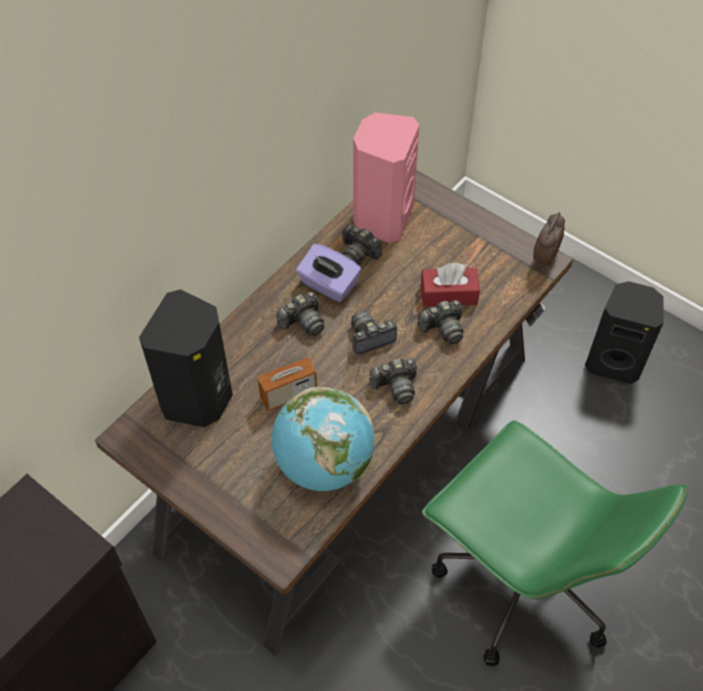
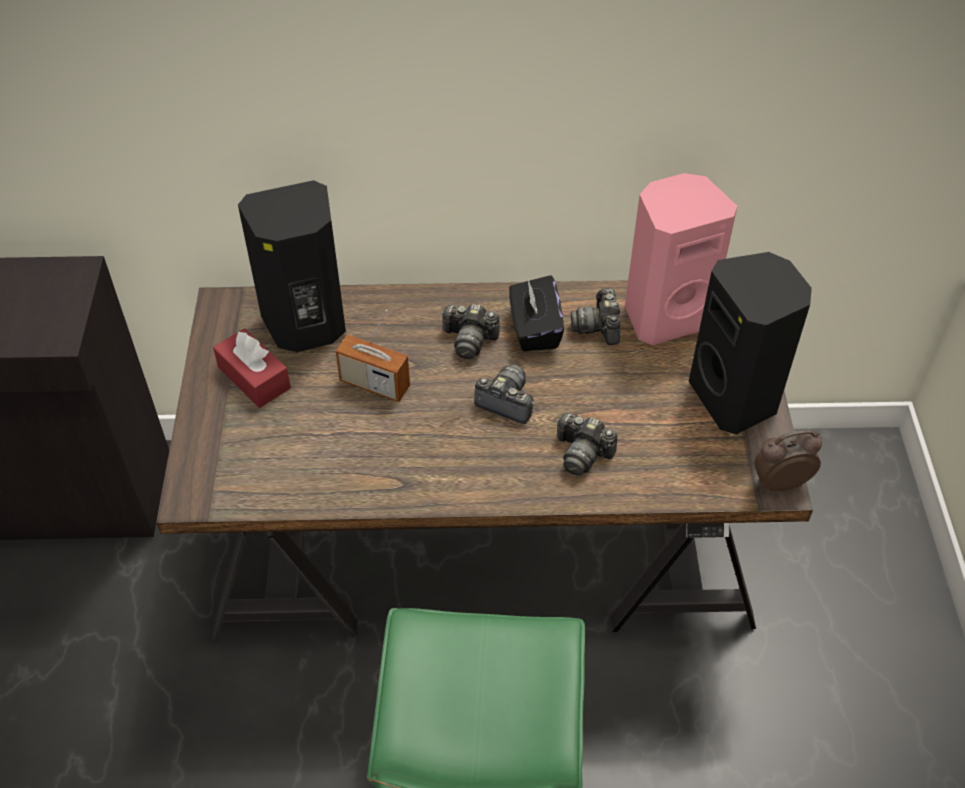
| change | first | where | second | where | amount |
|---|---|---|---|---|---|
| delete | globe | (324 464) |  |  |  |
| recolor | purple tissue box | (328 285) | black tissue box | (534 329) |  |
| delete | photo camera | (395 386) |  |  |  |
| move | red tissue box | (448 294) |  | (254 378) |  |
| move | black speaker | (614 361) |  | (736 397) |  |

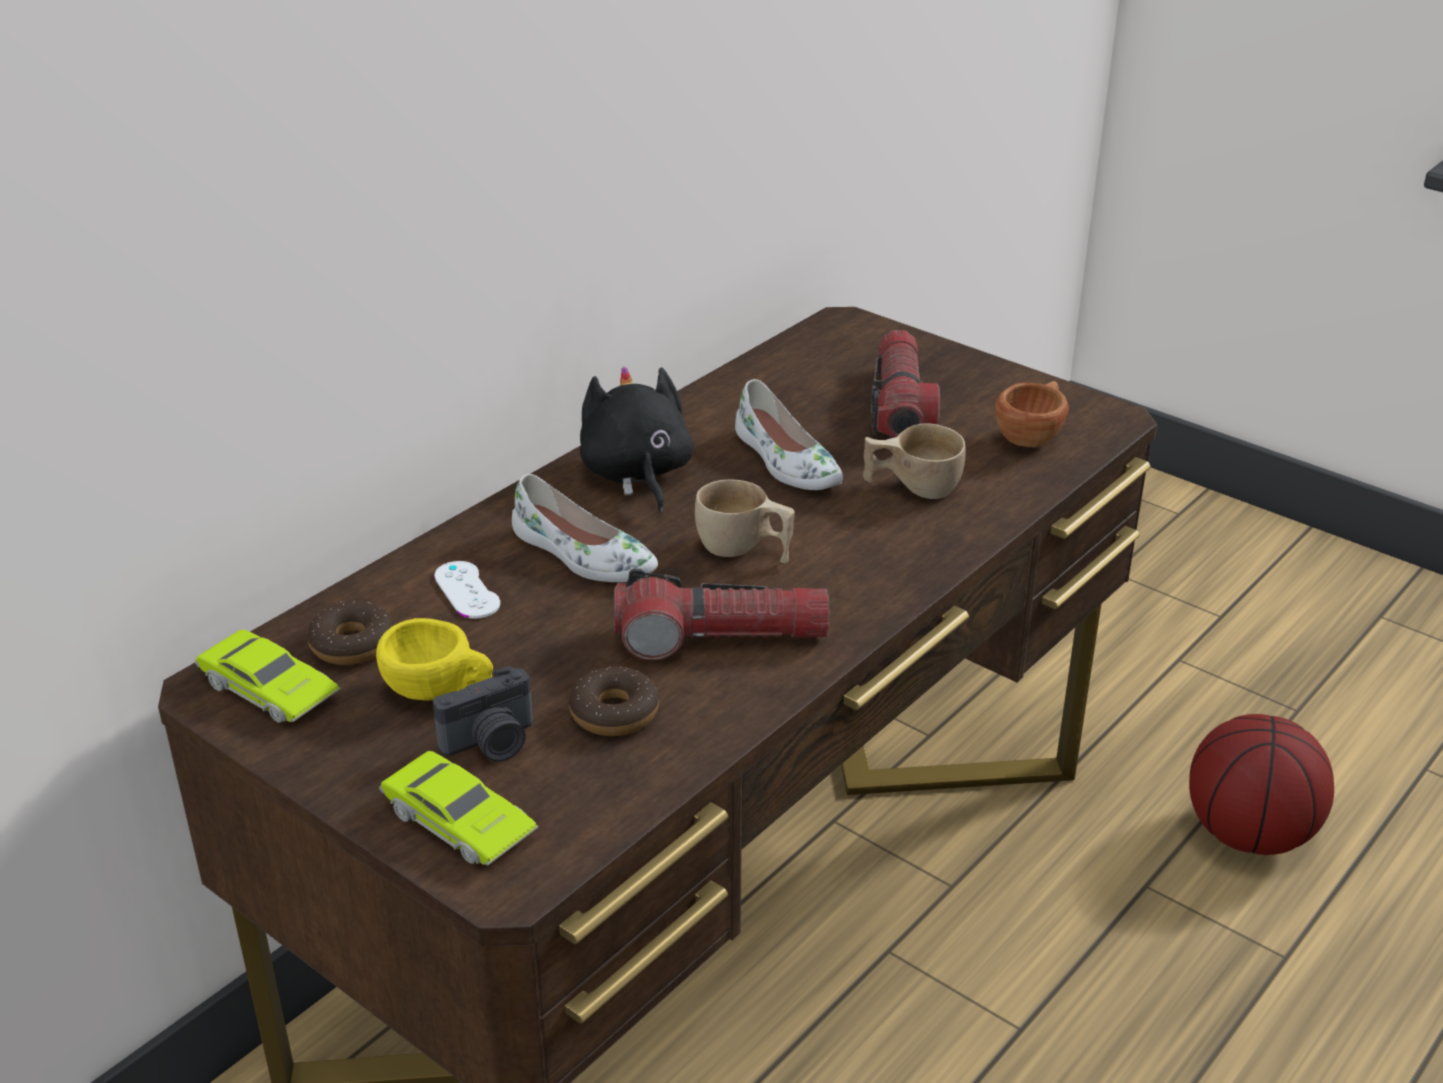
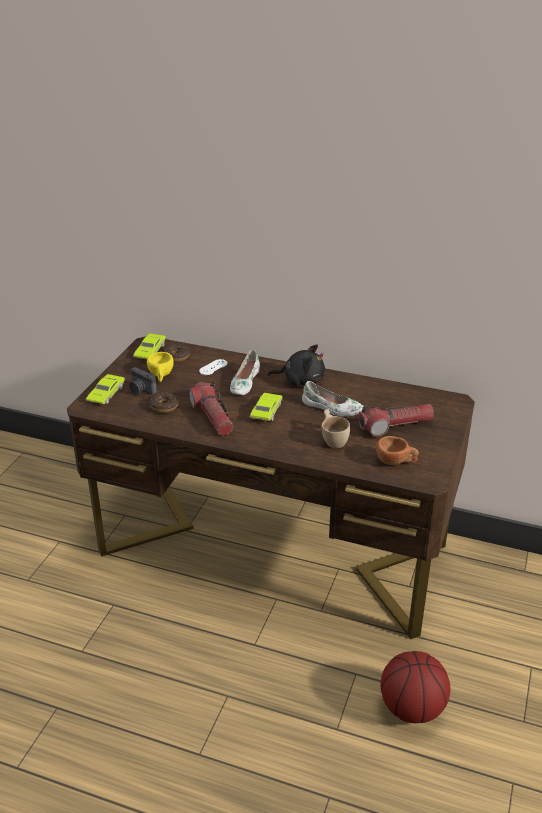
| change | first | where | second | where | amount |
|---|---|---|---|---|---|
| rotate | black plush toy | (636 474) |  | (300 380) | 45 degrees clockwise |
| replace | beige cup | (744 551) | green toy car | (266 411) |  |
| rotate | white shoe | (785 461) |  | (332 408) | 105 degrees counterclockwise |

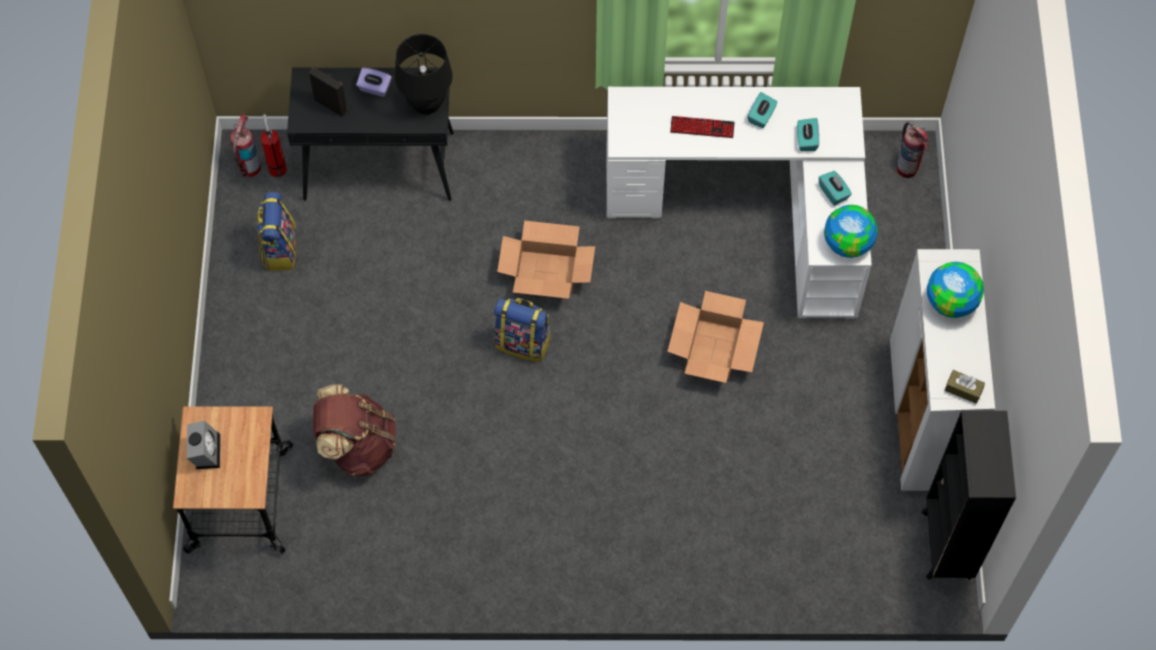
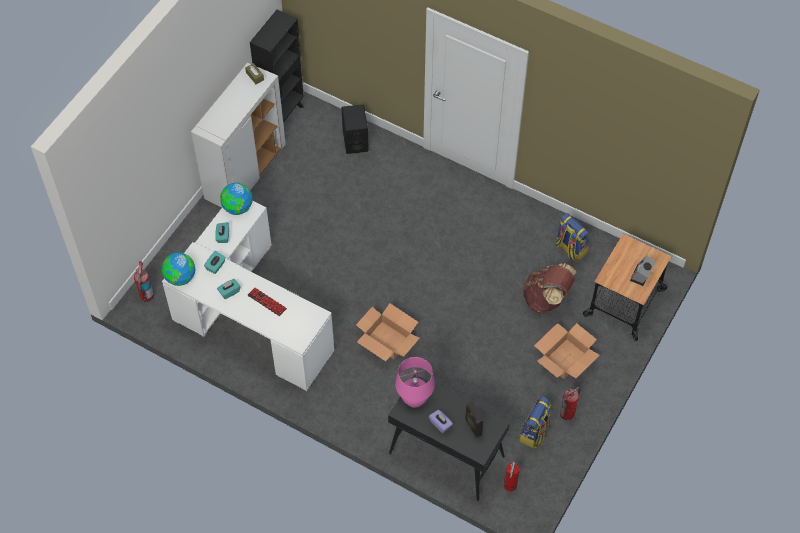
| change | first | where | second | where | amount |
|---|---|---|---|---|---|
| move | fire extinguisher | (249 168) |  | (567 414) |  |
| recolor | black table lamp | (426 102) | pink table lamp | (414 399) |  |
| move | backpack | (523 343) |  | (570 249) |  |
| move | cardboard box | (714 349) |  | (565 358) |  |
| move | globe | (950 302) |  | (180 277) |  |
| insert |  |  | black speaker | (355 140) |  |

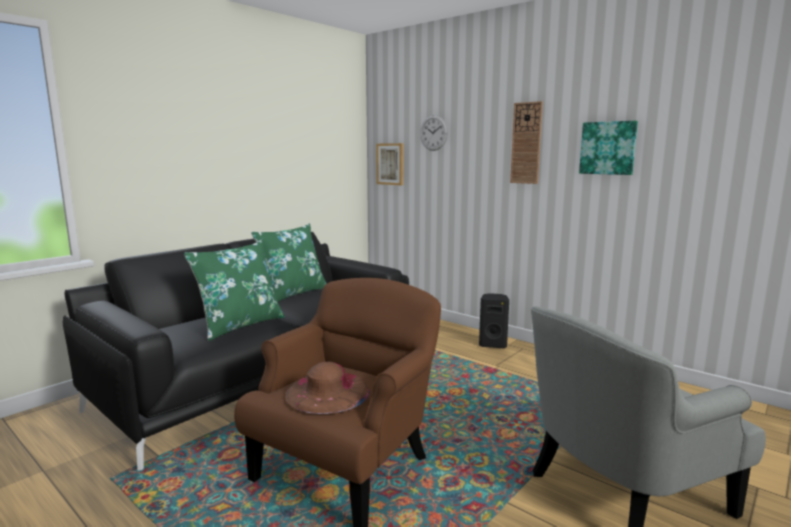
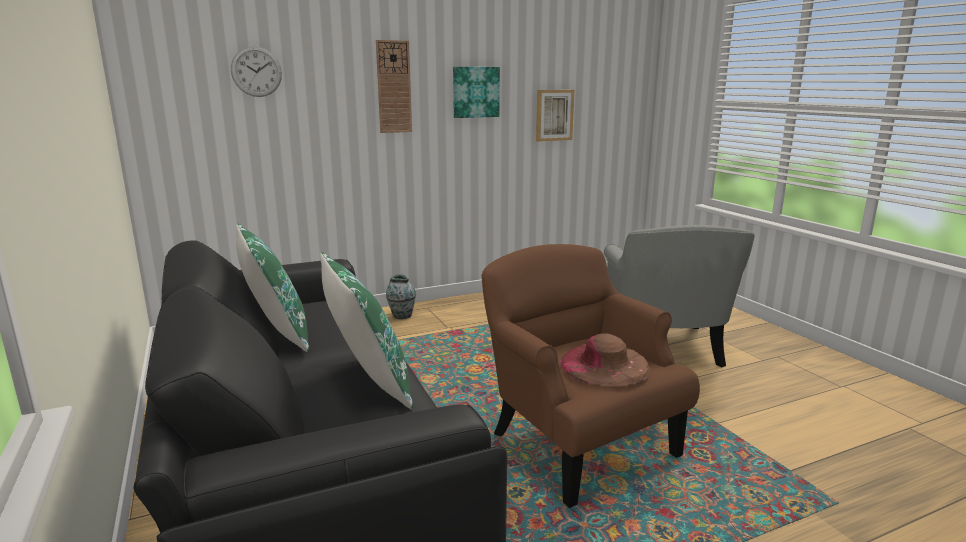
| change | first | where | second | where | amount |
|---|---|---|---|---|---|
| move | picture | (390 164) |  | (554 115) |  |
| replace | black speaker | (493 344) | vase | (401 315) |  |

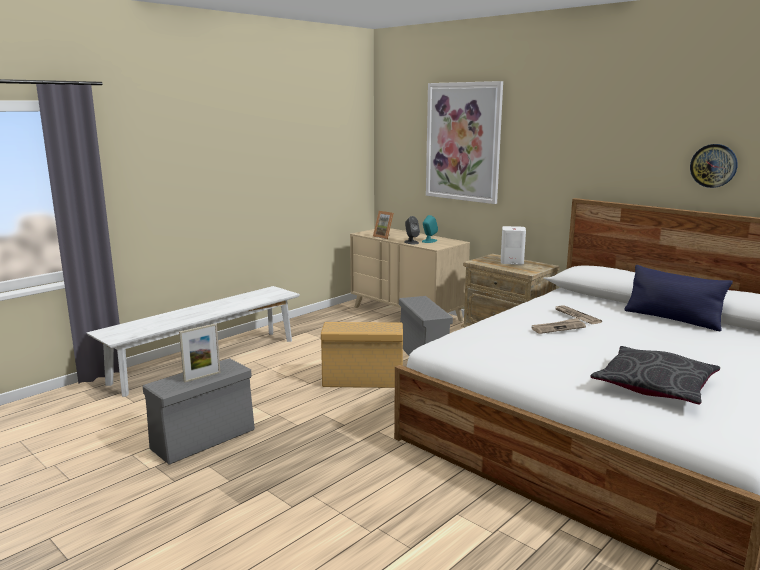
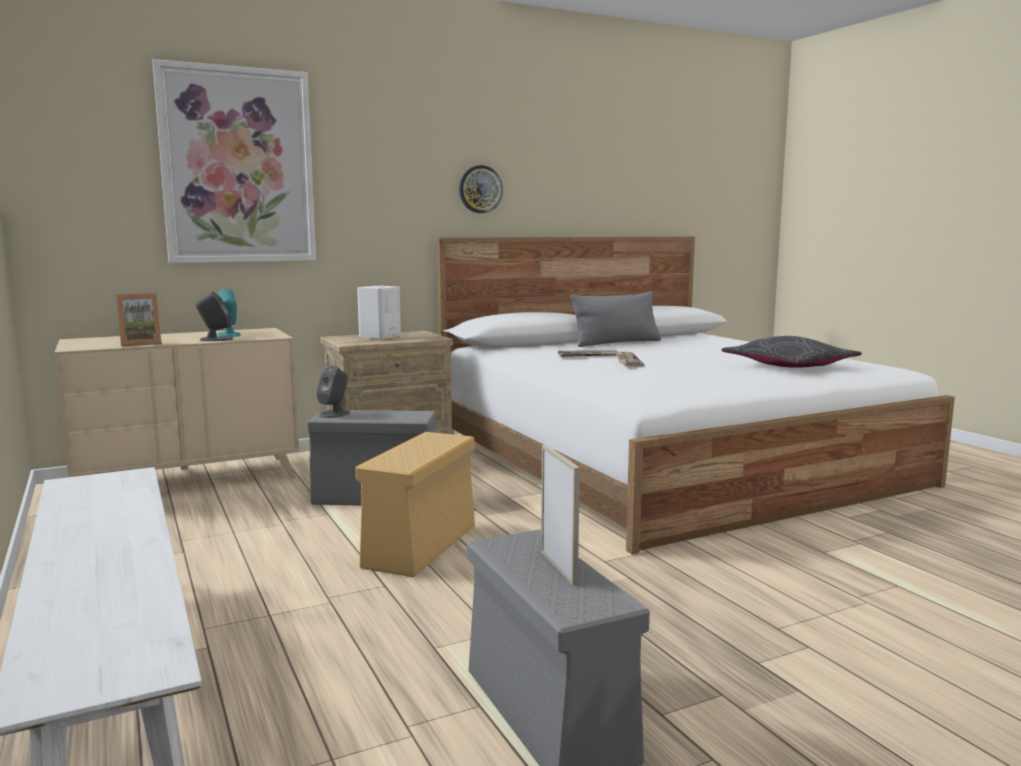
| change | first | where | second | where | amount |
|---|---|---|---|---|---|
| recolor | blue pillow | (672 319) | grey pillow | (616 343) |  |
| move | wall clock | (713 165) |  | (480 189) |  |
| insert |  |  | grey speaker | (334 414) |  |

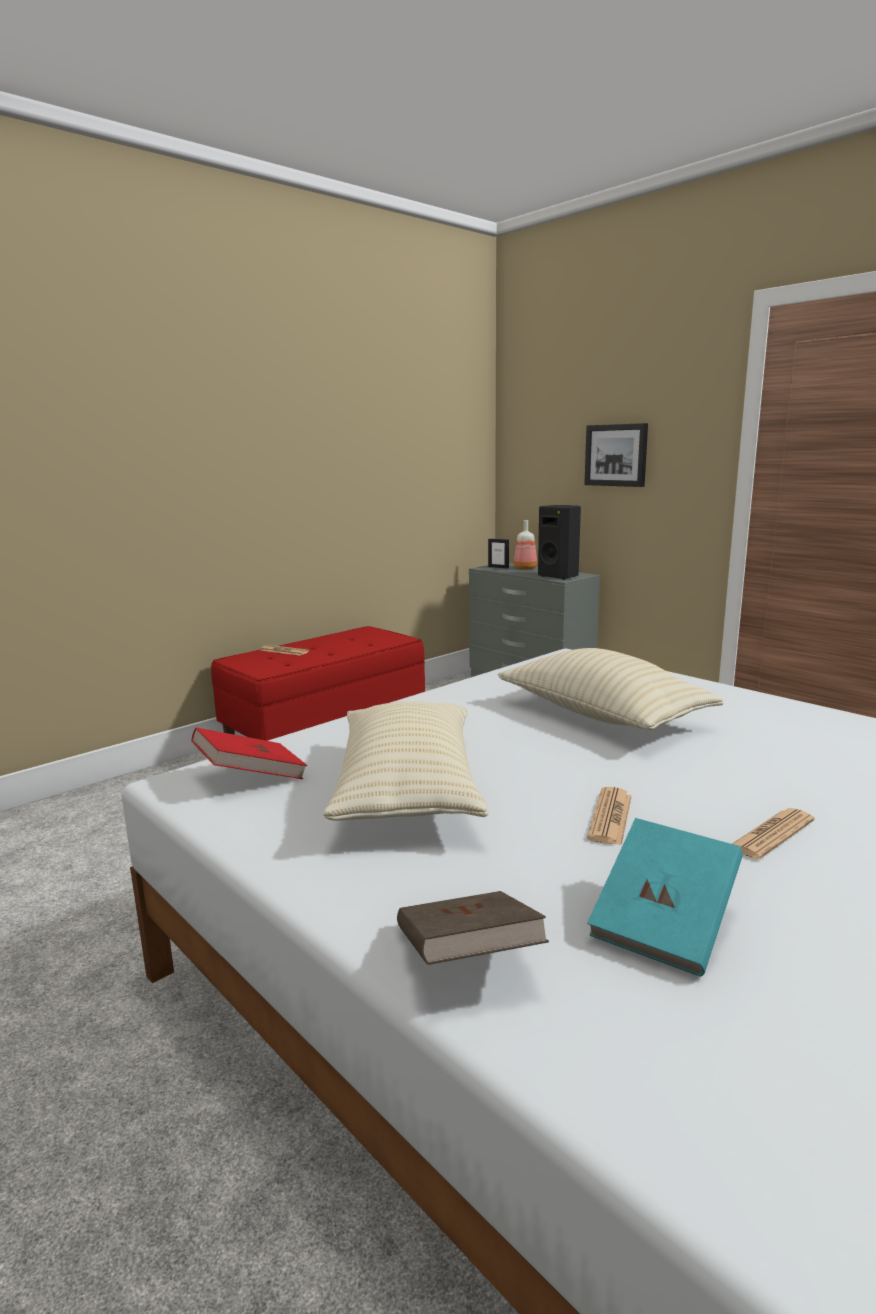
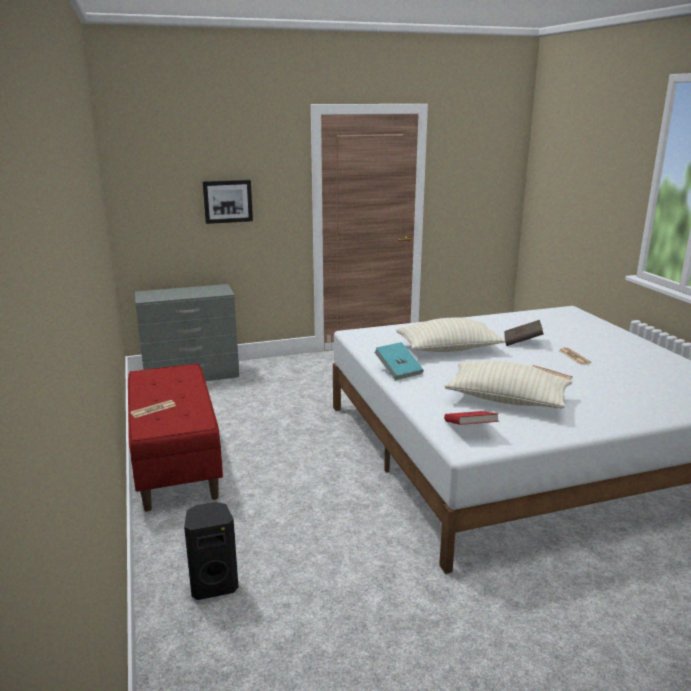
| change | first | where | second | where | amount |
|---|---|---|---|---|---|
| move | brown book | (466 959) |  | (522 342) |  |
| delete | picture frame | (498 567) |  |  |  |
| delete | bottle | (524 568) |  |  |  |
| move | black speaker | (559 576) |  | (214 585) |  |
| move | turquoise book | (664 924) |  | (398 371) |  |

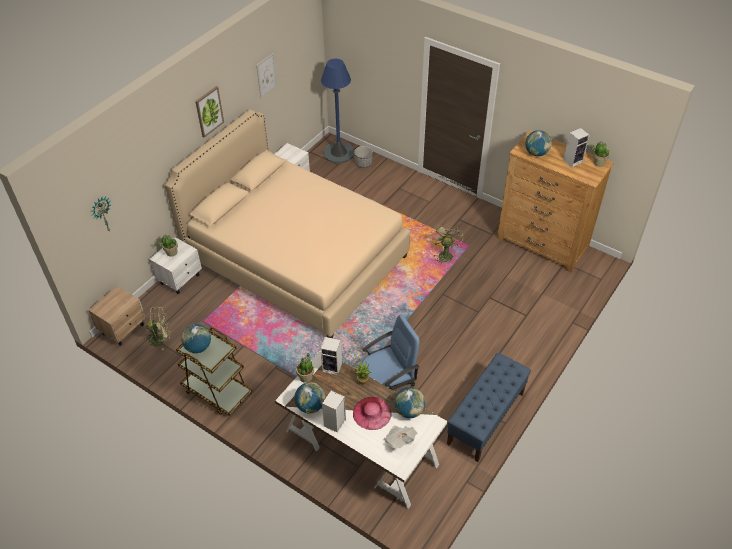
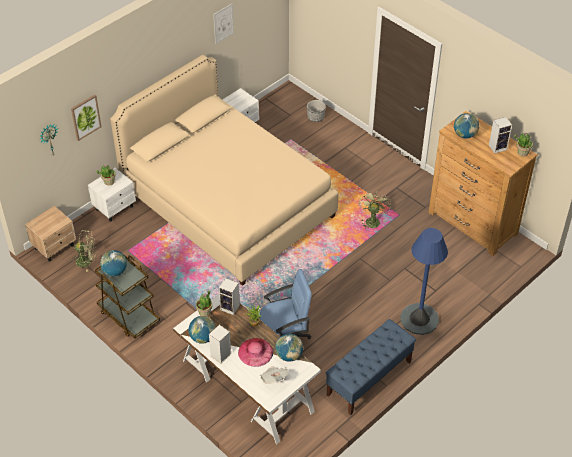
| change | first | where | second | where | amount |
|---|---|---|---|---|---|
| move | picture | (209 111) |  | (85 117) |  |
| move | blue floor lamp | (339 153) |  | (419 319) |  |

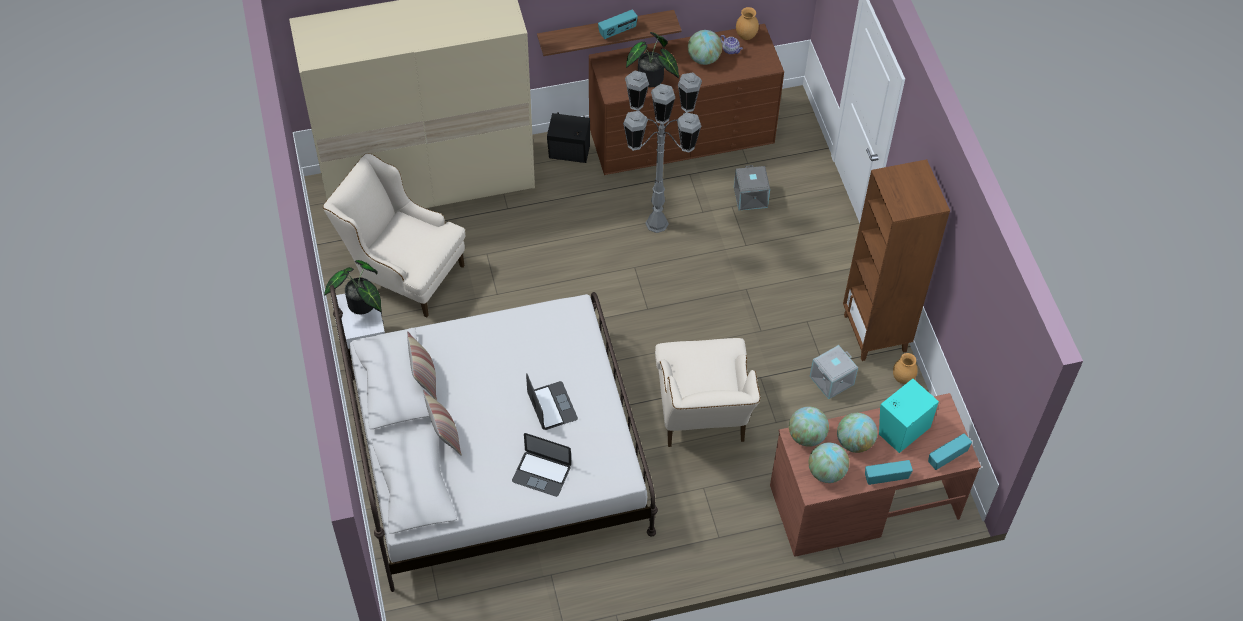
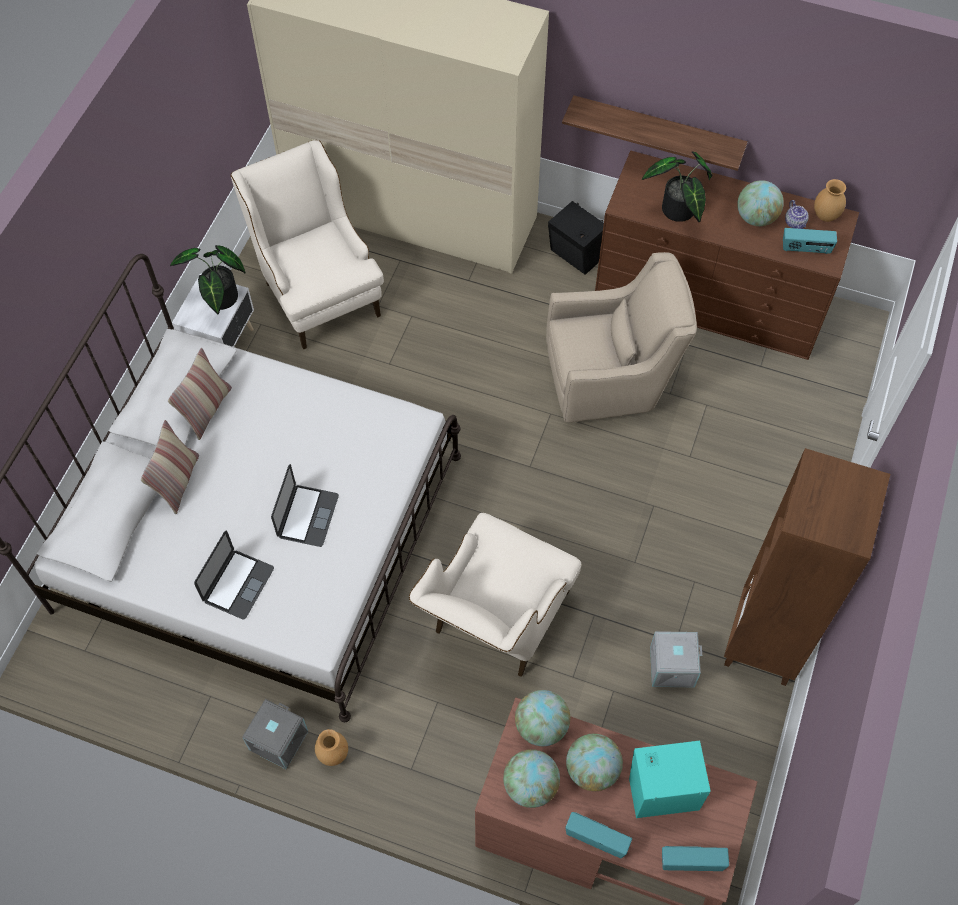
| change | first | where | second | where | amount |
|---|---|---|---|---|---|
| rotate | laptop | (541 473) |  | (238 584) | 120 degrees counterclockwise |
| move | radio | (617 31) |  | (806 249) |  |
| replace | grey floor lamp | (657 223) | beige armchair | (611 379) |  |
| move | grey storage box | (751 197) |  | (279 741) |  |
| move | brown vase | (902 379) |  | (332 754) |  |

